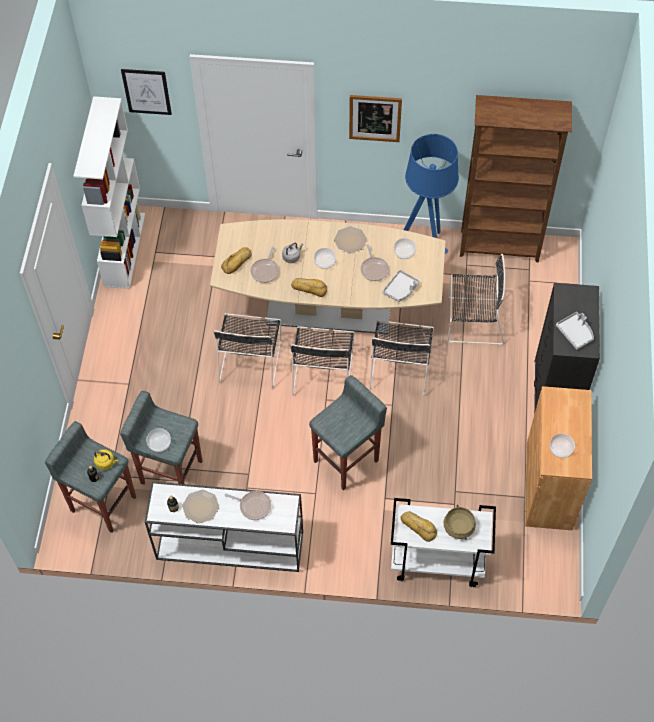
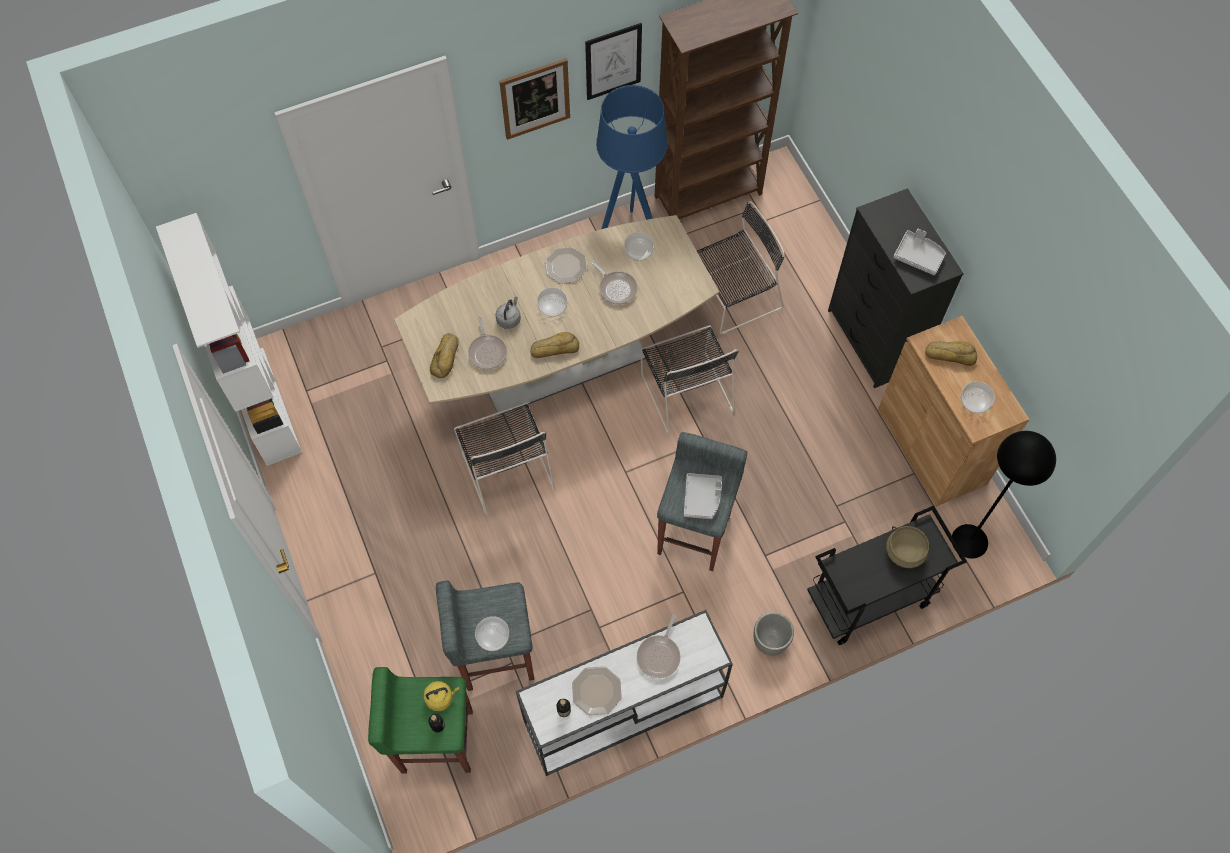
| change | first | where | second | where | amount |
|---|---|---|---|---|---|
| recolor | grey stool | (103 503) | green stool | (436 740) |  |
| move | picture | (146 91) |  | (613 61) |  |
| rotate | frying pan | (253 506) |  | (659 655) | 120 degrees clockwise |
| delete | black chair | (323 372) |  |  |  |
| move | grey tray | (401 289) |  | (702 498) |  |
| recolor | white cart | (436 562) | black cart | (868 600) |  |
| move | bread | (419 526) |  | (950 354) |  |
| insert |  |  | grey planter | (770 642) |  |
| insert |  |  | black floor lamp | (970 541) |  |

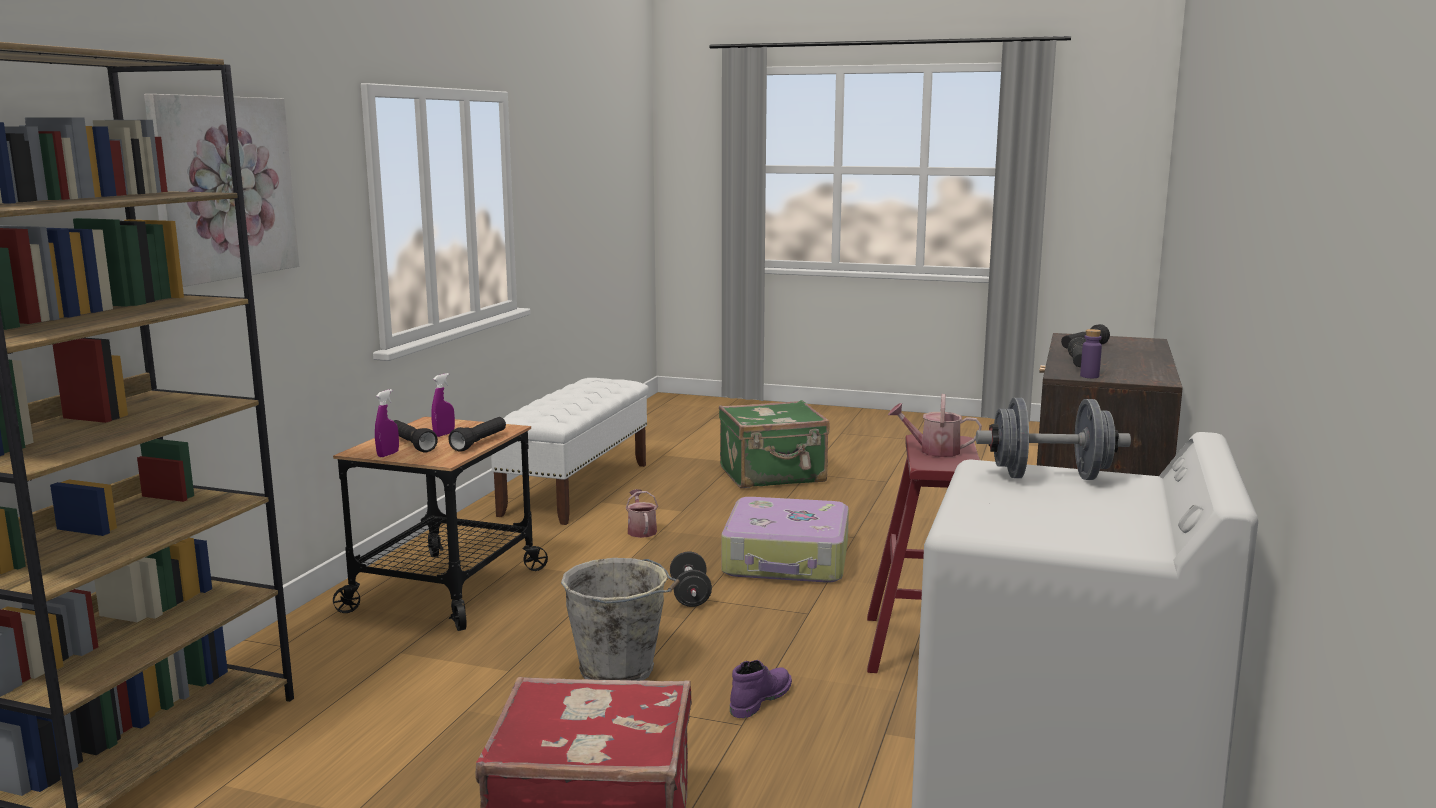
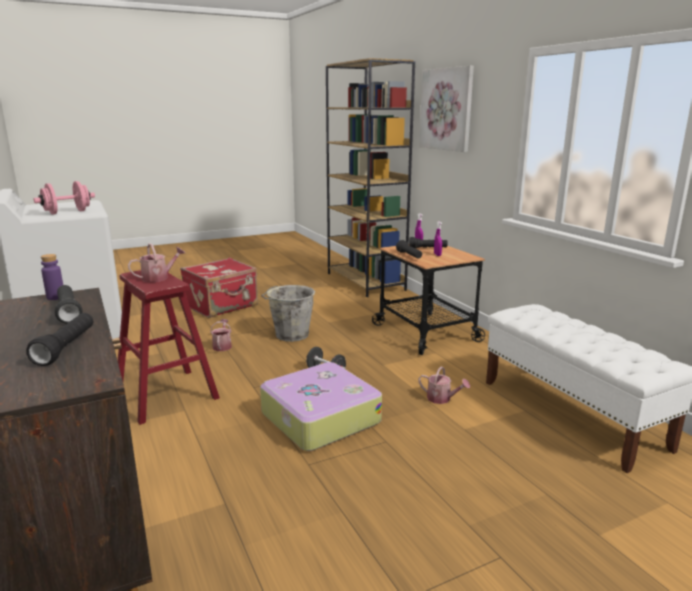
| change | first | where | second | where | amount |
|---|---|---|---|---|---|
| delete | green suitcase | (773 475) |  |  |  |
| replace | purple boot | (759 699) | watering can | (222 346) |  |
| recolor | grey dumbbell | (1049 477) | pink dumbbell | (67 212) |  |

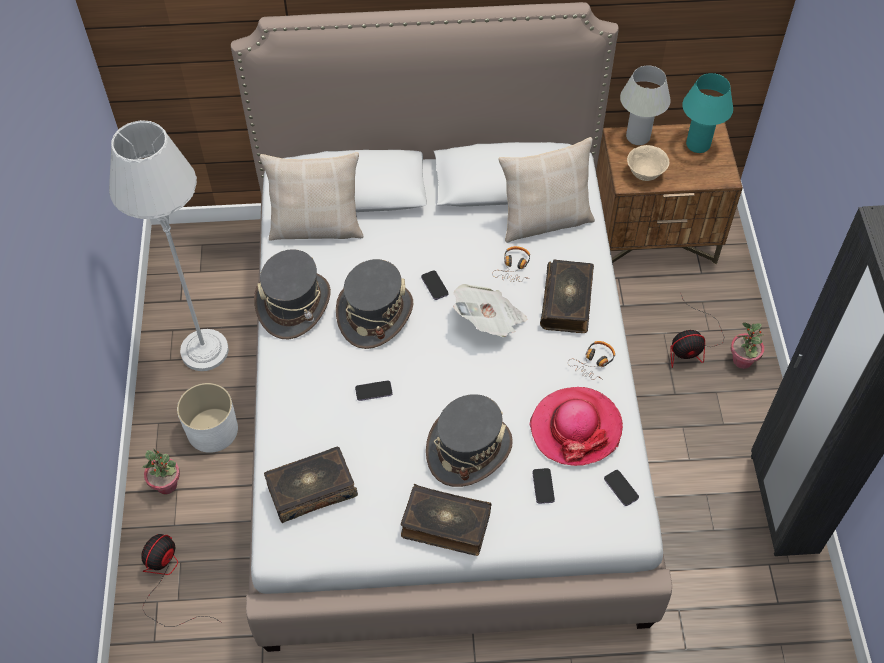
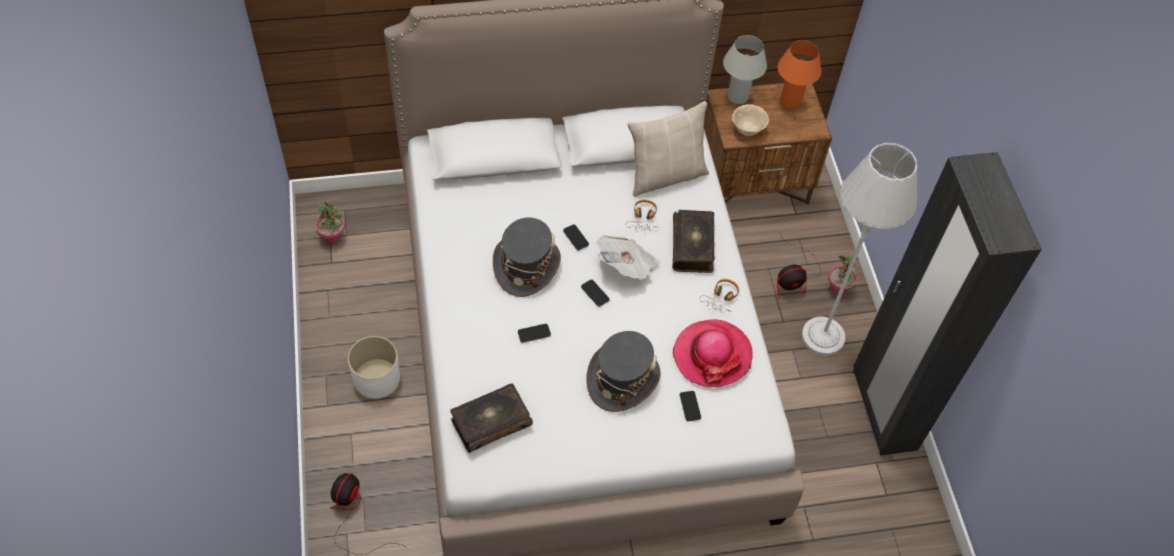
| change | first | where | second | where | amount |
|---|---|---|---|---|---|
| move | grey floor lamp | (205 351) |  | (823 337) |  |
| move | potted plant | (167 485) |  | (333 238) |  |
| delete | grey hat | (294 304) |  |  |  |
| delete | beige pillow | (317 227) |  |  |  |
| delete | book | (445 525) |  |  |  |
| move | phone | (621 488) |  | (595 293) |  |
| recolor | turquoise table lamp | (698 145) | orange table lamp | (790 102) |  |

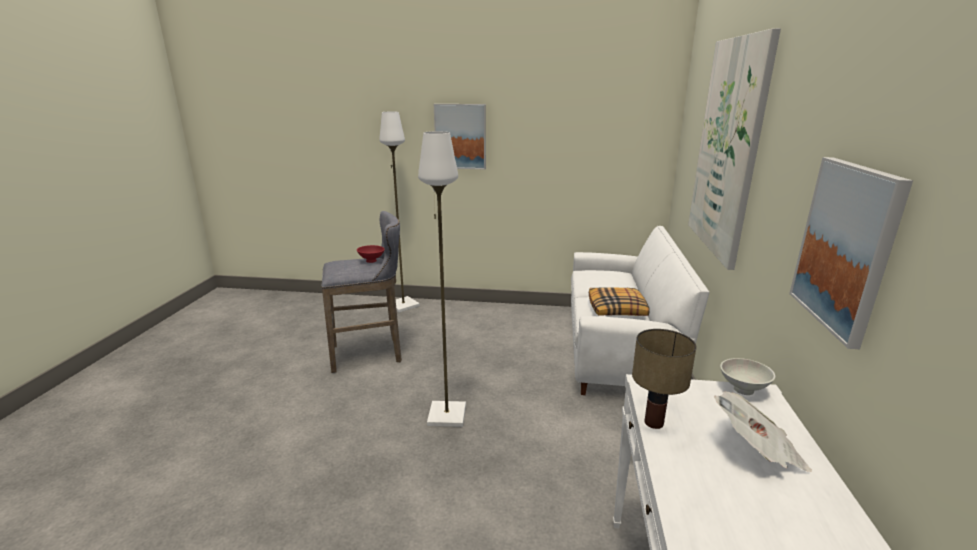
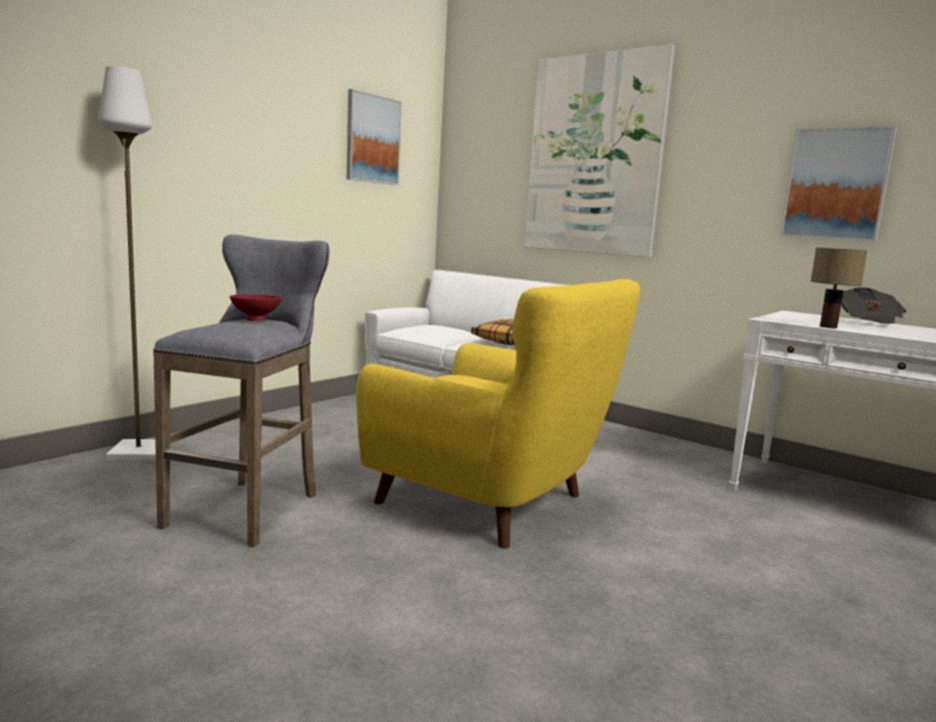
| change | first | where | second | where | amount |
|---|---|---|---|---|---|
| replace | white floor lamp | (446 415) | yellow armchair | (491 504) |  |
| move | picture | (460 136) |  | (372 139) |  |
| delete | white bowl | (742 390) |  |  |  |

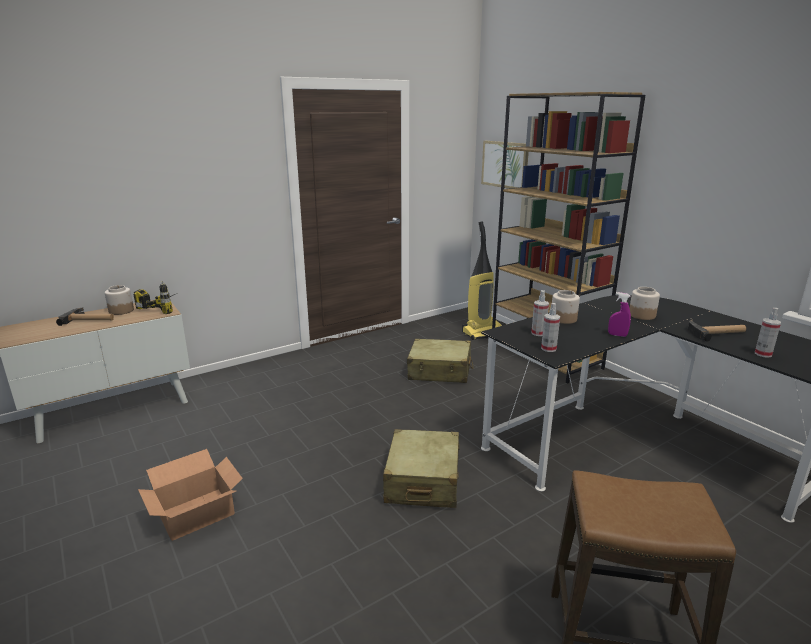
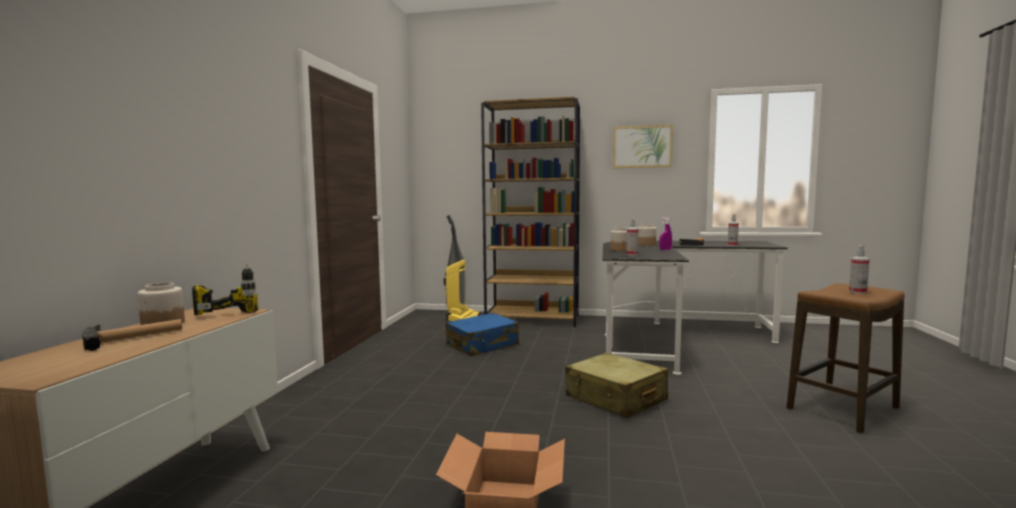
| change | first | where | second | where | amount |
|---|---|---|---|---|---|
| recolor | beige suitcase | (440 371) | blue suitcase | (482 345) |  |
| move | picture | (505 164) |  | (642 147) |  |
| move | spray bottle | (548 348) |  | (857 292) |  |

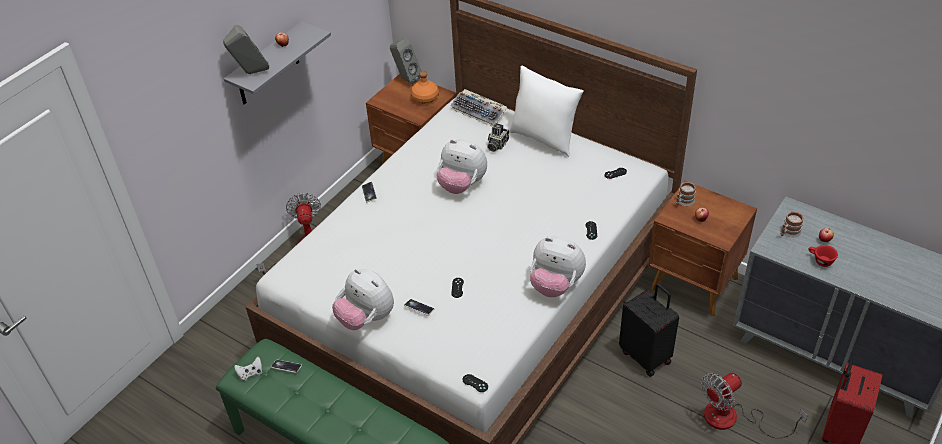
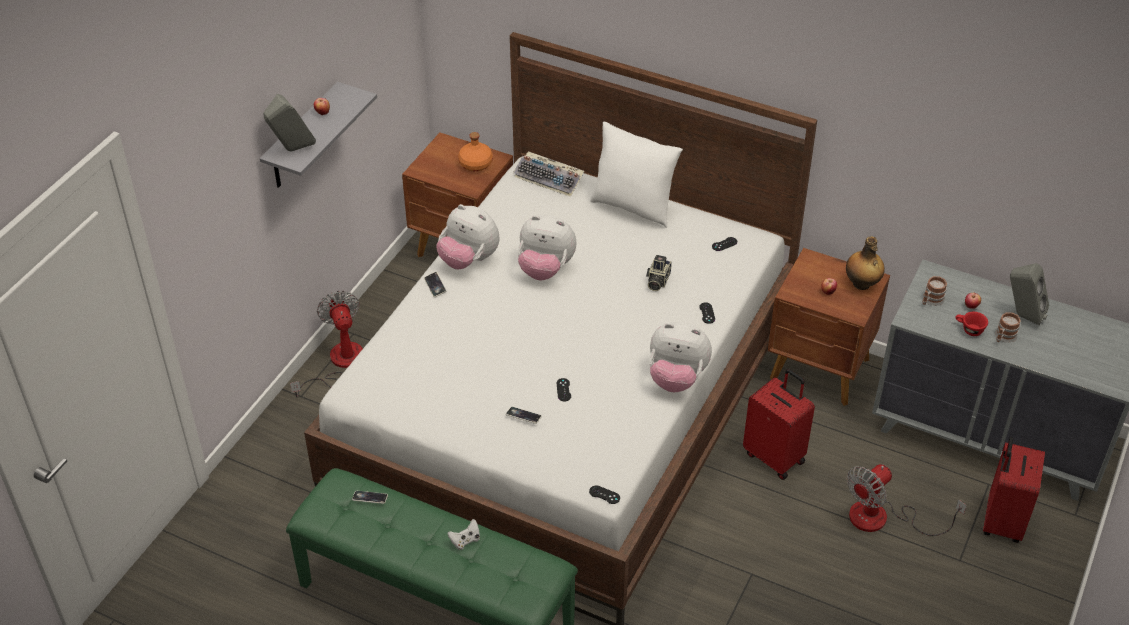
| change | first | where | second | where | amount |
|---|---|---|---|---|---|
| move | white game controller | (250 373) |  | (465 540) |  |
| move | plush toy | (366 318) |  | (468 260) |  |
| move | grey speaker | (406 79) |  | (1022 316) |  |
| move | photo camera | (497 144) |  | (657 281) |  |
| recolor | black suitcase | (646 356) | red suitcase | (775 457) |  |
| move | mug | (683 202) |  | (1003 337) |  |
| insert |  |  | bottle | (861 284) |  |

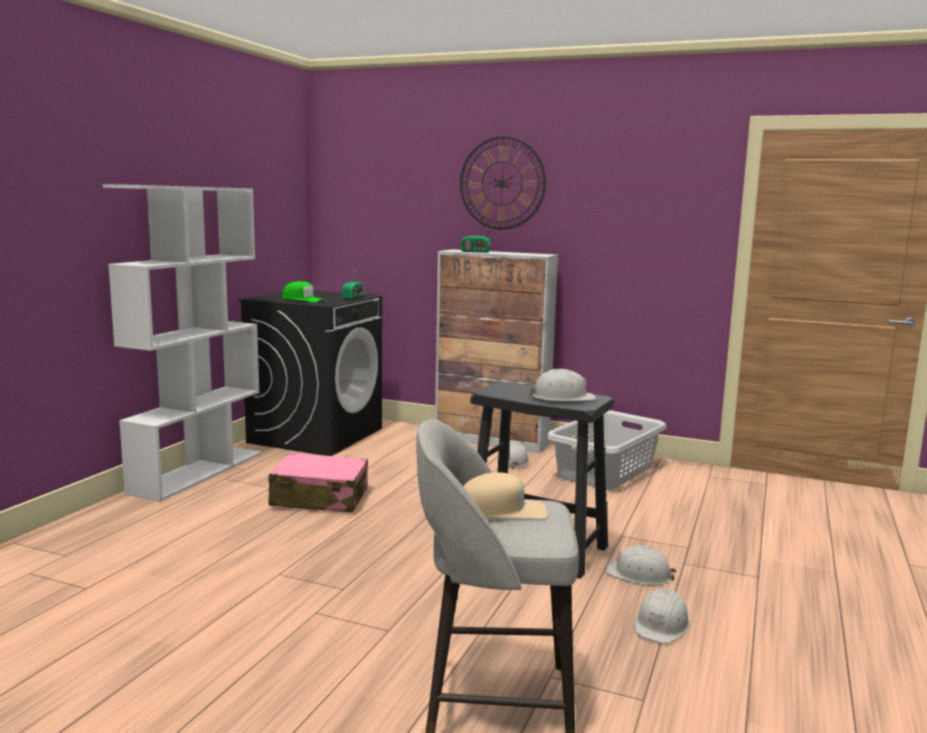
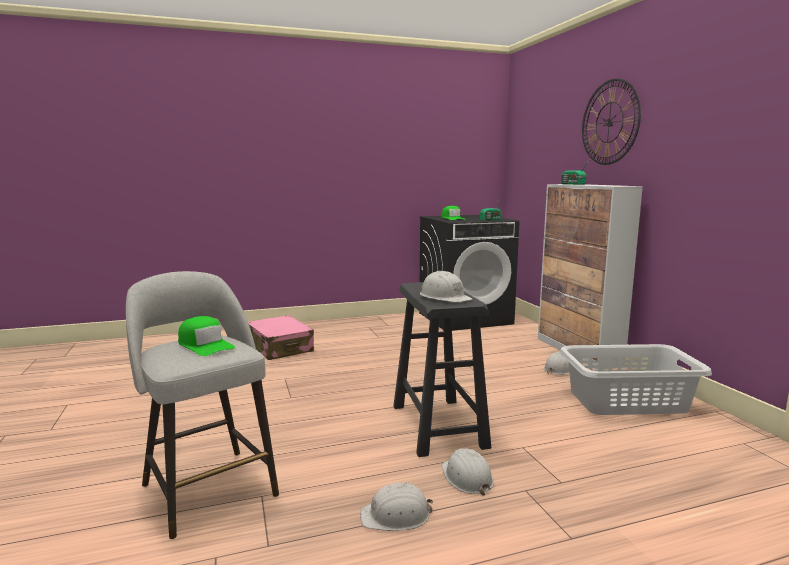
| change | first | where | second | where | amount |
|---|---|---|---|---|---|
| delete | white bookcase | (197 472) |  |  |  |
| move | pink suitcase | (319 498) |  | (280 348) |  |
| recolor | beige cap | (502 510) | green cap | (205 345) |  |

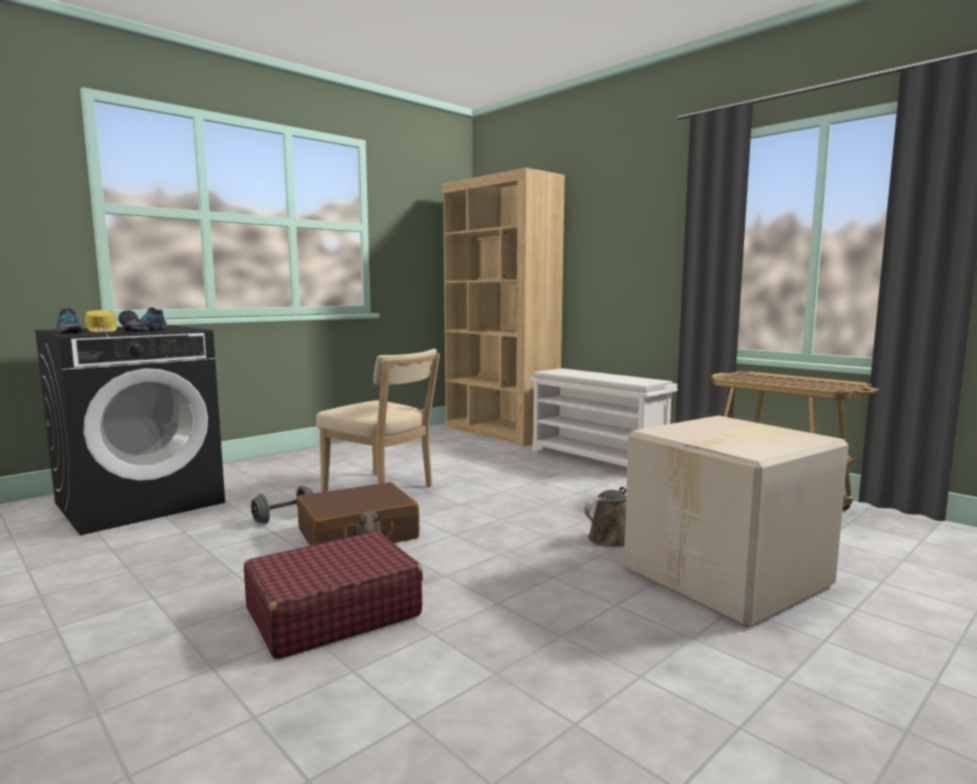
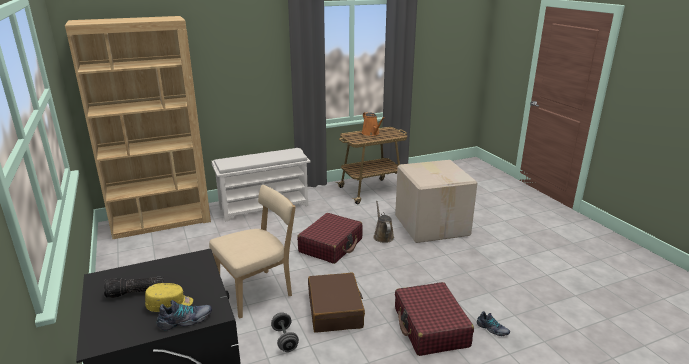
| change | first | where | second | where | amount |
|---|---|---|---|---|---|
| move | shoe | (145 331) |  | (492 329) |  |
| insert |  |  | red suitcase | (331 245) |  |
| insert |  |  | orange watering can | (371 133) |  |

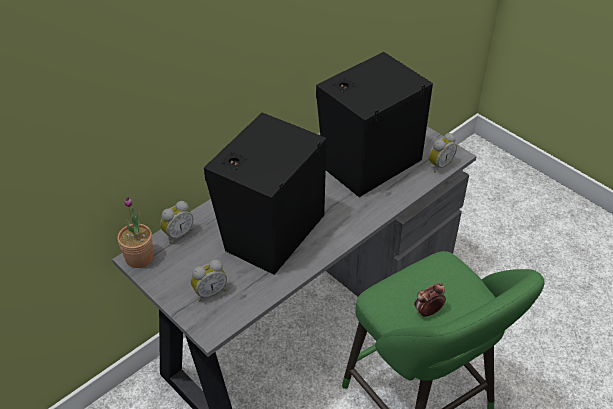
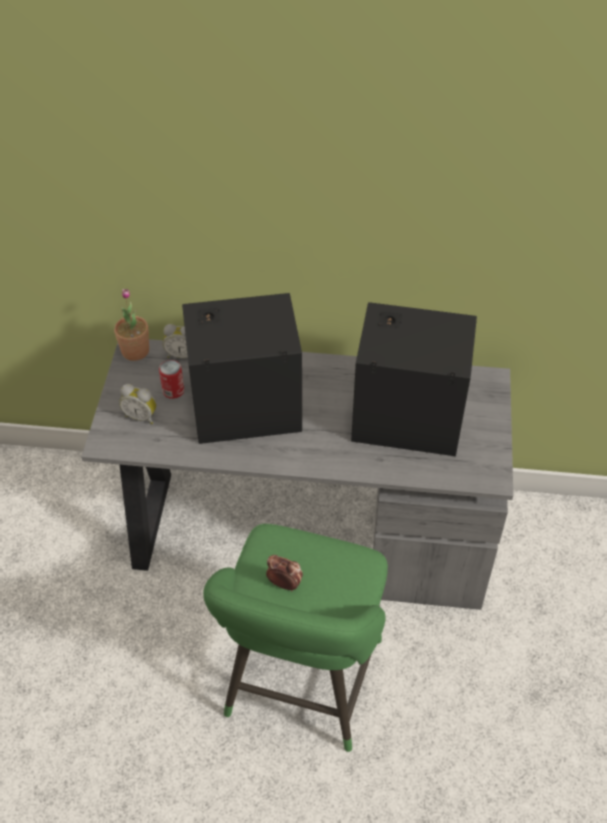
| change | first | where | second | where | amount |
|---|---|---|---|---|---|
| delete | alarm clock | (438 165) |  |  |  |
| insert |  |  | can | (173 391) |  |

